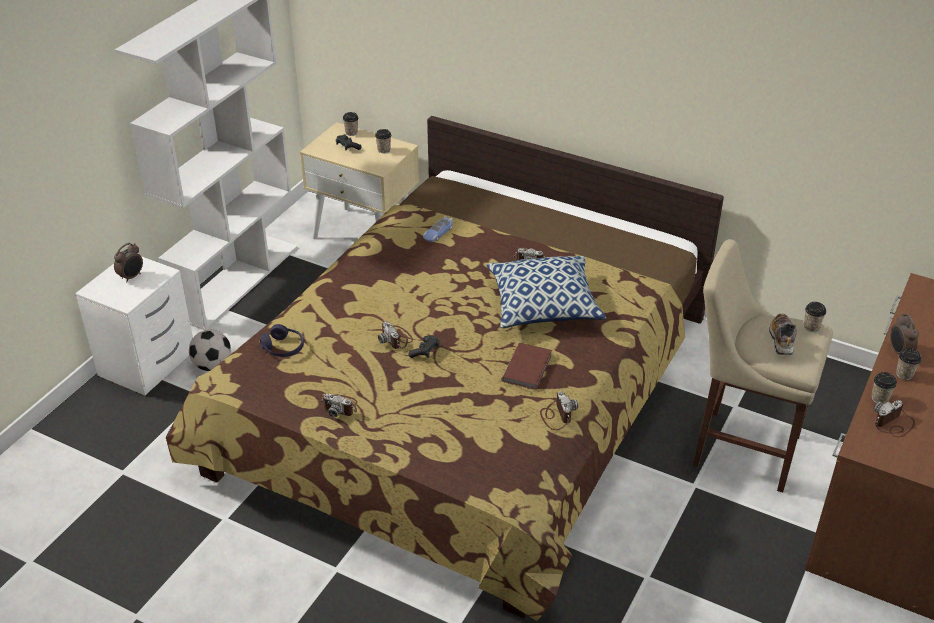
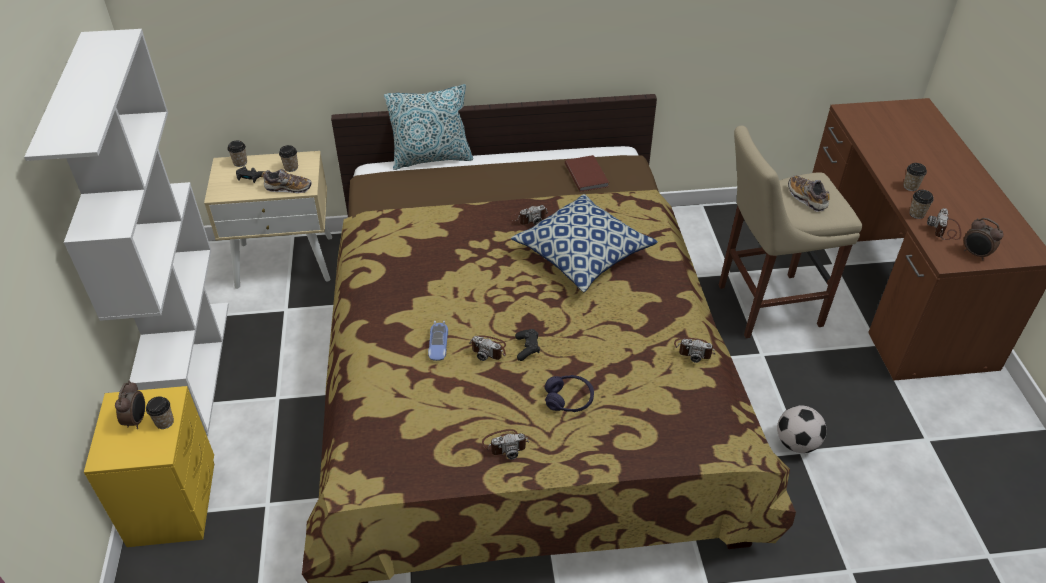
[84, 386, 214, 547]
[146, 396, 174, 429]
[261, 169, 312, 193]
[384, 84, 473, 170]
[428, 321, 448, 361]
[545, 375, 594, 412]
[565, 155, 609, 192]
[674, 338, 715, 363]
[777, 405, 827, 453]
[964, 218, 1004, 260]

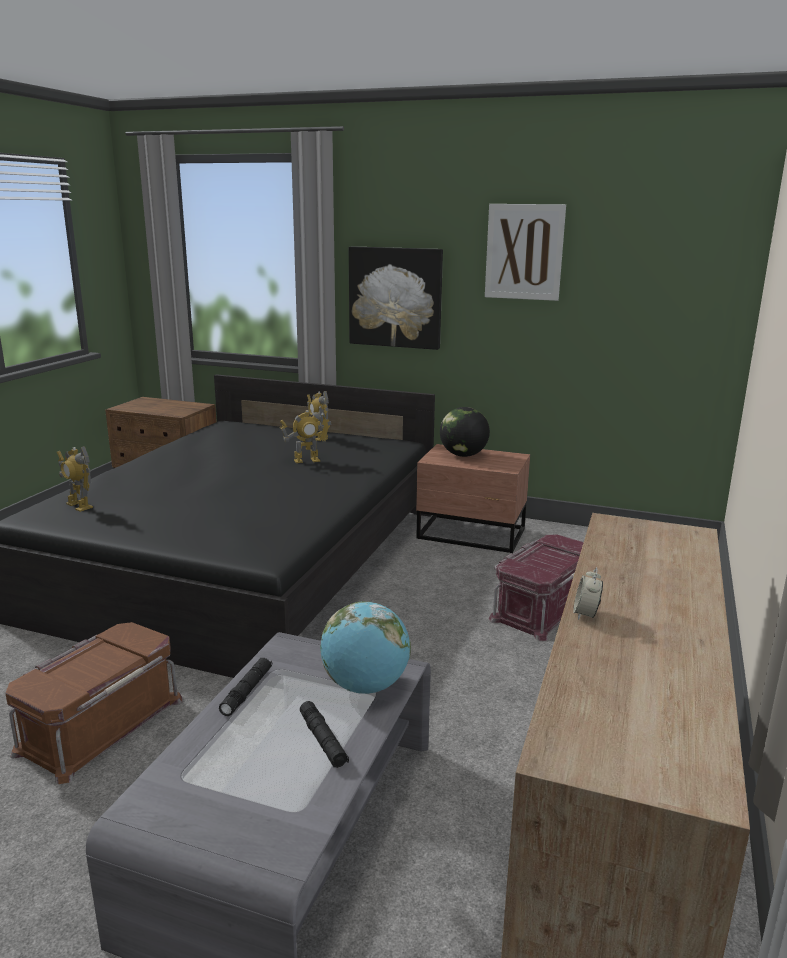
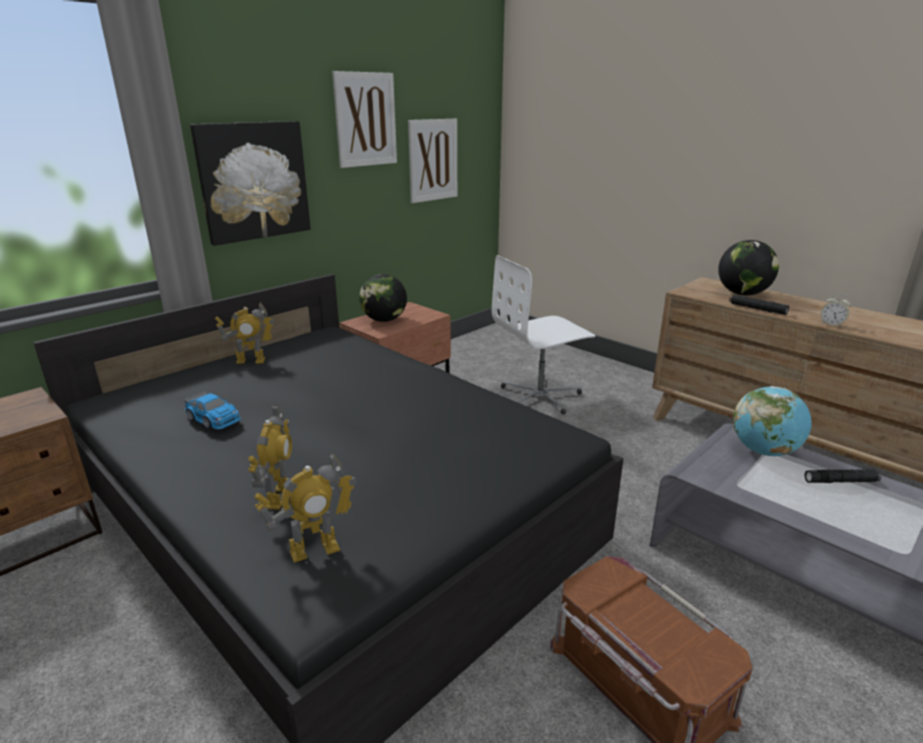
[184, 392, 241, 429]
[248, 405, 292, 510]
[408, 119, 457, 203]
[492, 255, 595, 414]
[718, 240, 779, 295]
[729, 295, 789, 315]

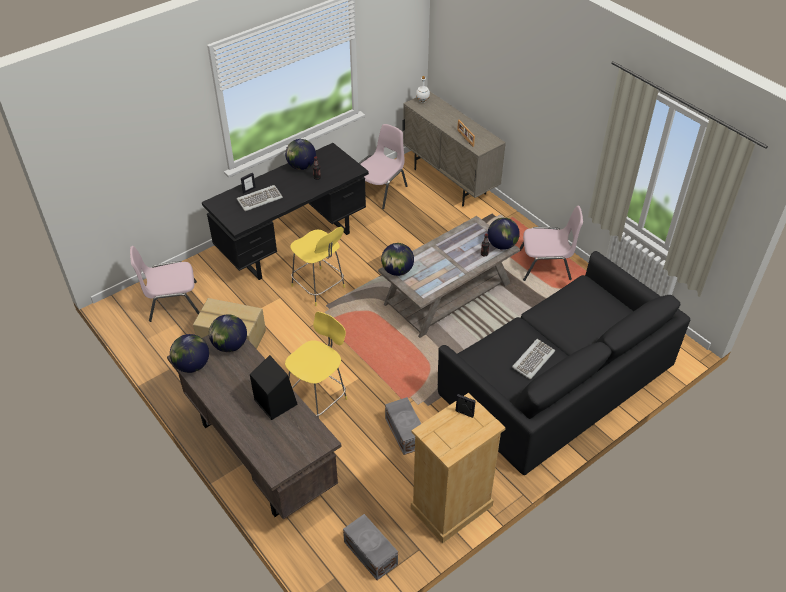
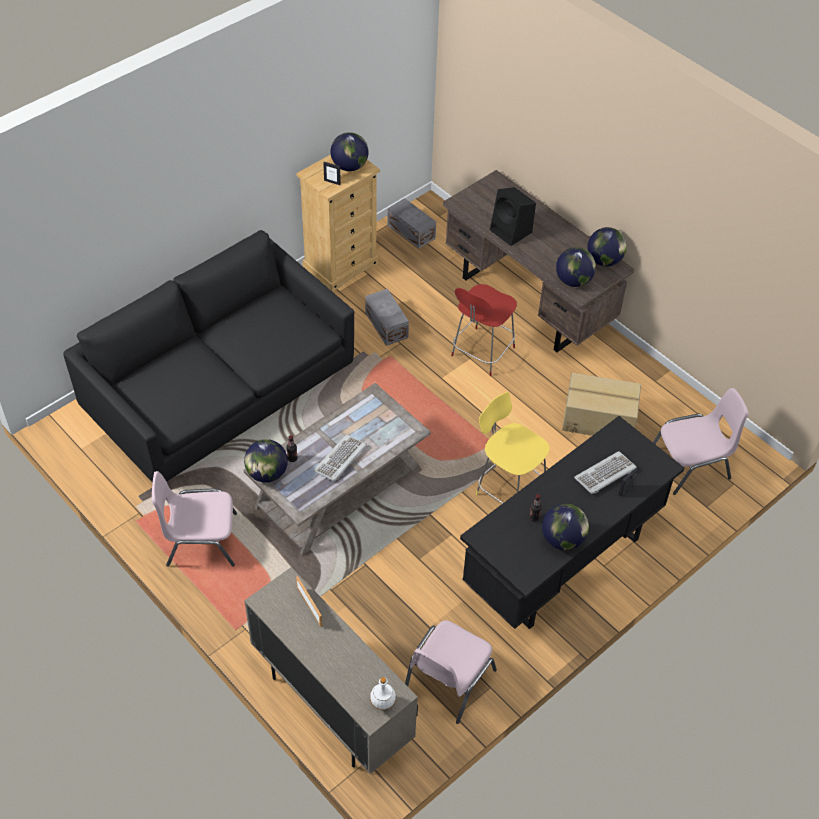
[313, 434, 367, 481]
[330, 132, 369, 171]
[451, 284, 517, 376]

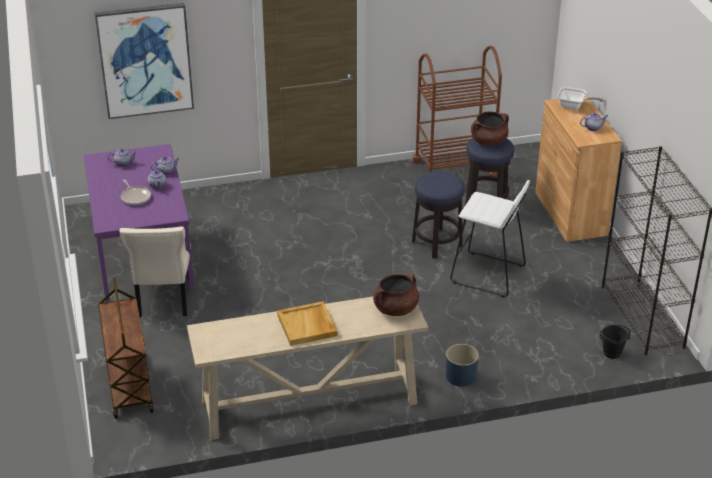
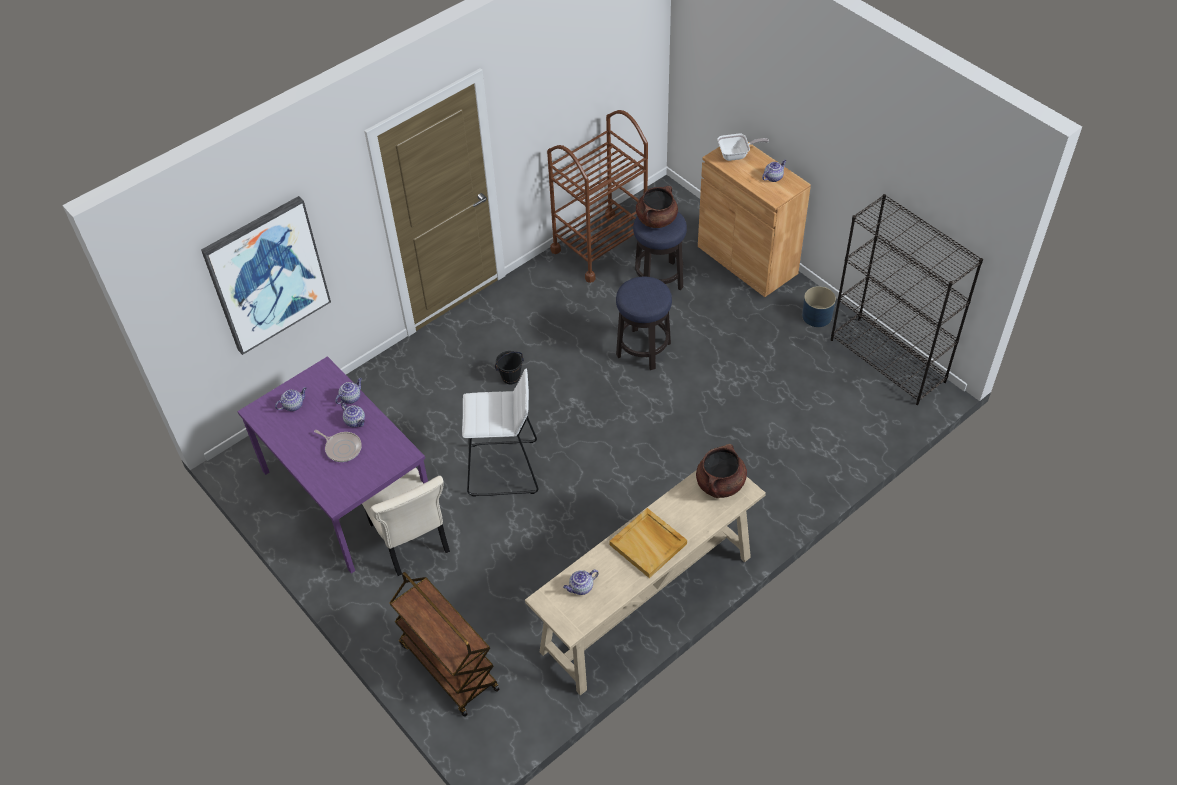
[462, 369, 538, 497]
[495, 351, 524, 385]
[563, 570, 599, 595]
[802, 286, 836, 327]

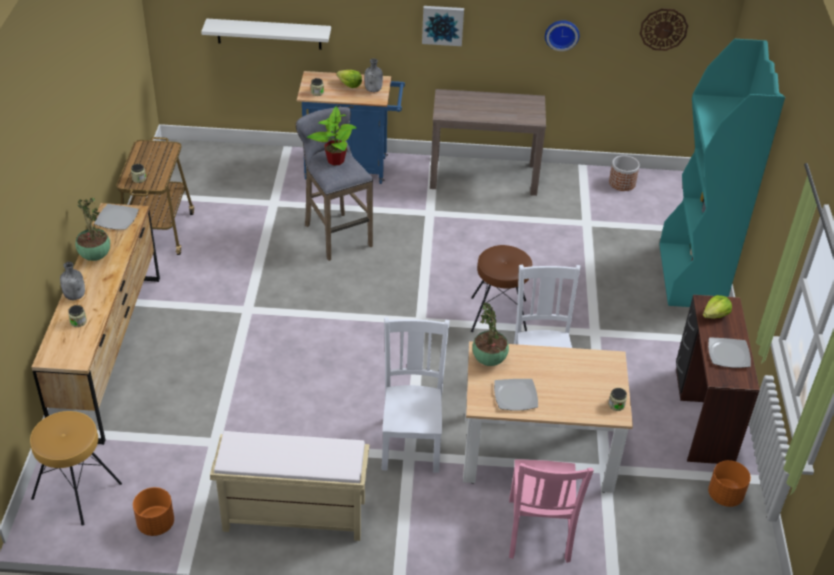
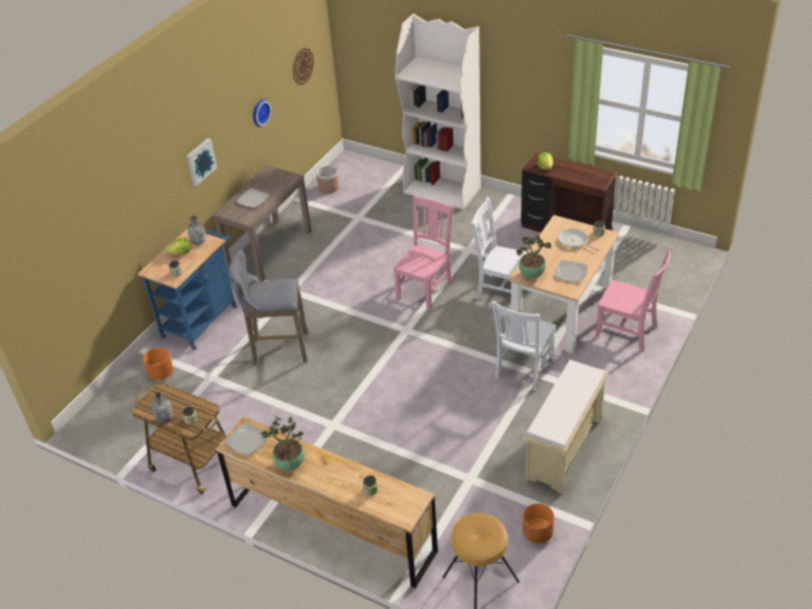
[143, 348, 173, 380]
[152, 392, 173, 423]
[236, 188, 270, 208]
[393, 194, 453, 310]
[395, 14, 481, 210]
[492, 301, 556, 391]
[558, 229, 599, 251]
[201, 18, 331, 50] (first image)
[307, 106, 357, 166] (first image)

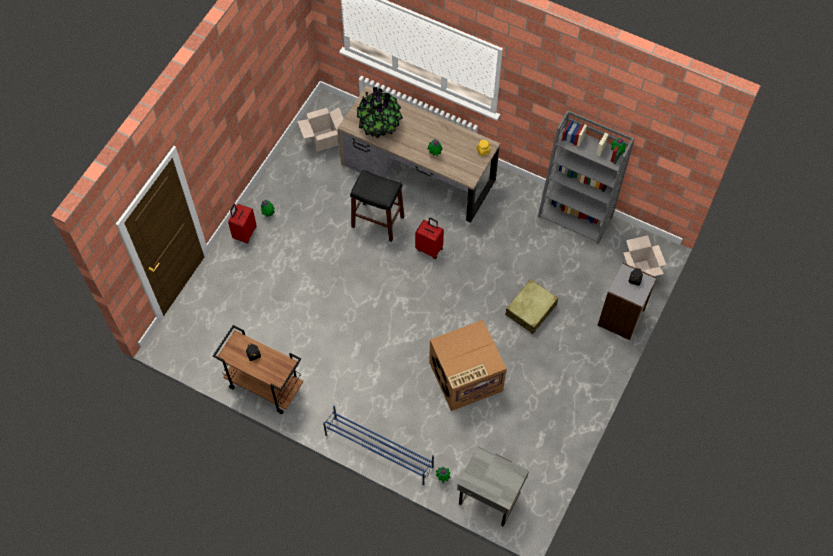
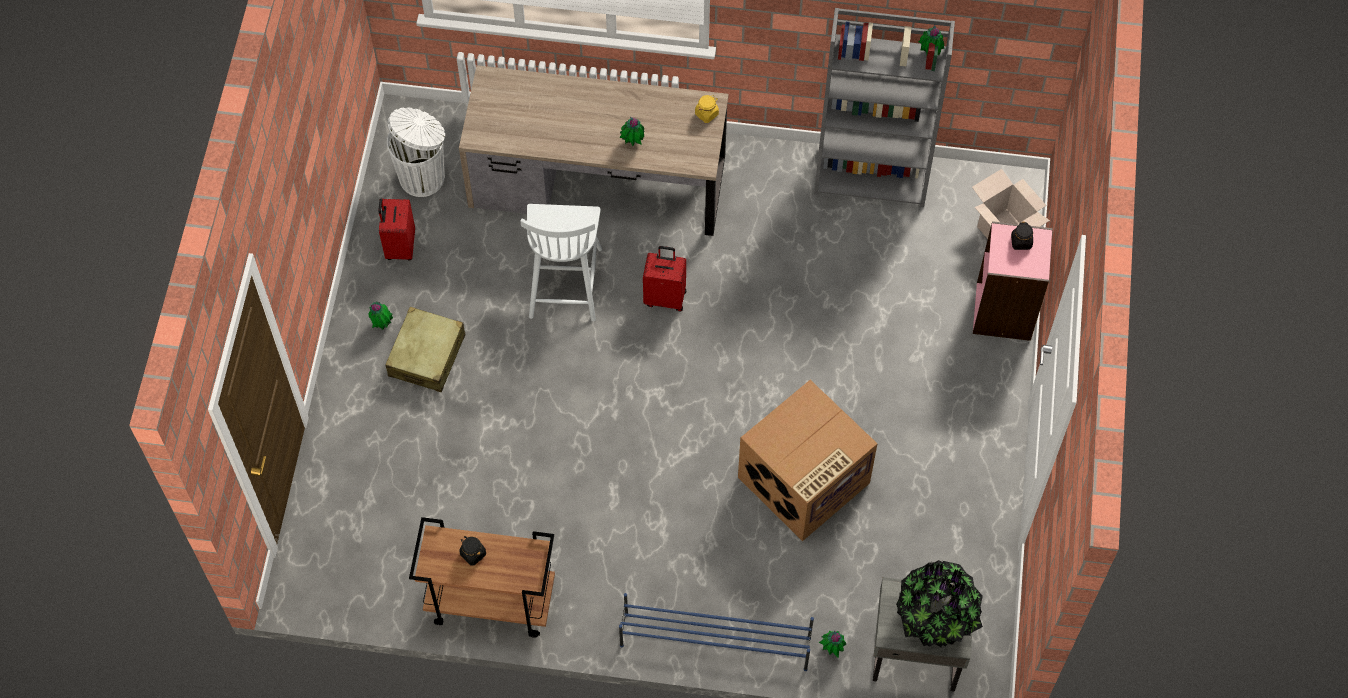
[378, 199, 415, 261]
[385, 307, 465, 392]
[387, 107, 445, 197]
[520, 204, 602, 321]
[896, 560, 983, 647]
[973, 221, 1053, 341]

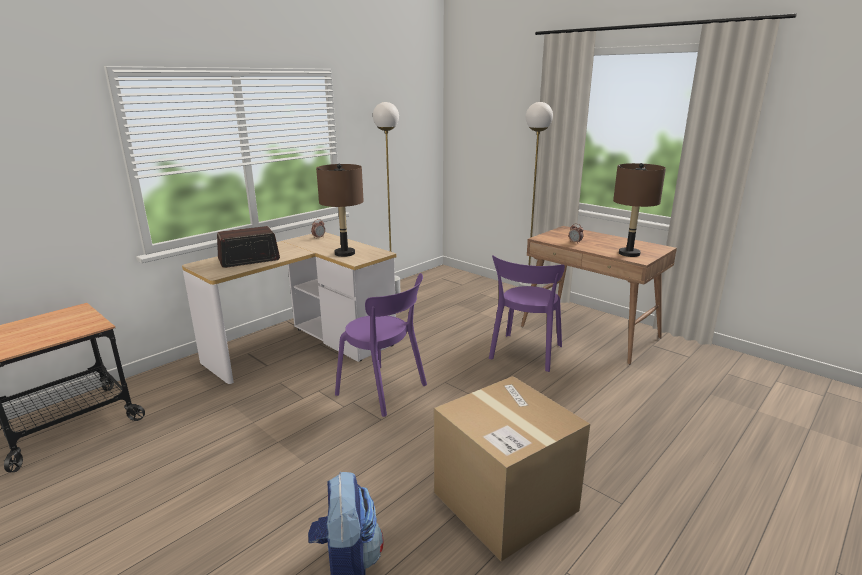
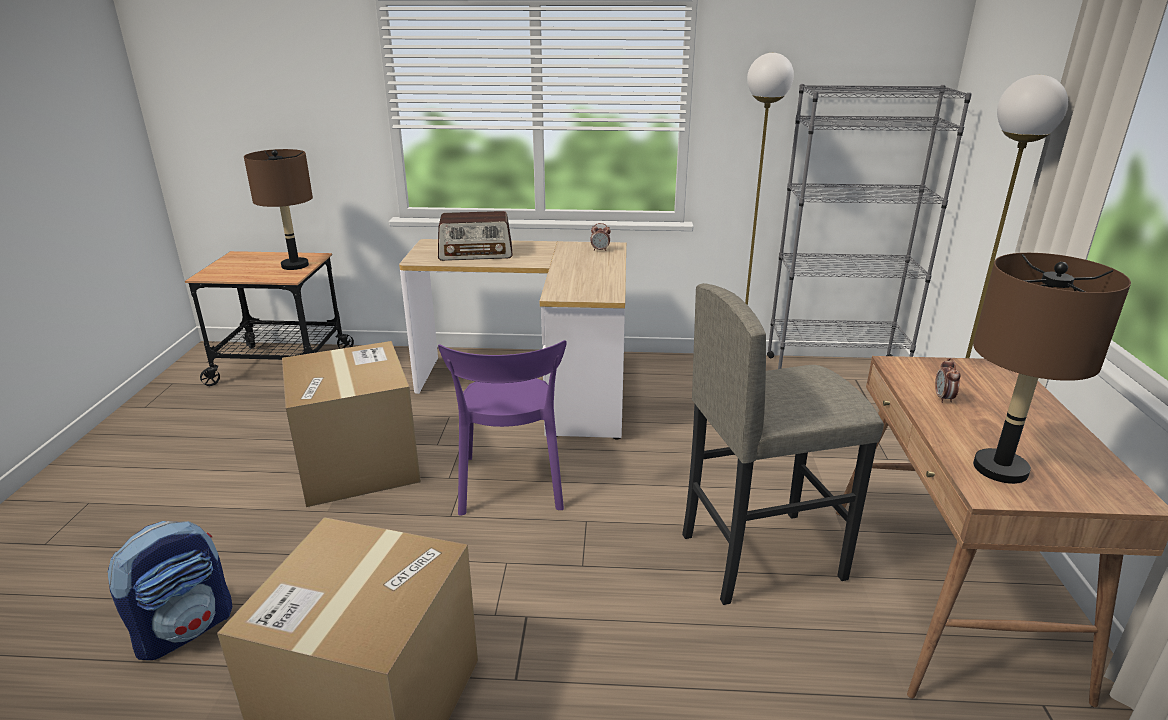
[244, 149, 313, 270]
[282, 341, 421, 507]
[438, 211, 513, 261]
[682, 283, 884, 605]
[767, 84, 972, 369]

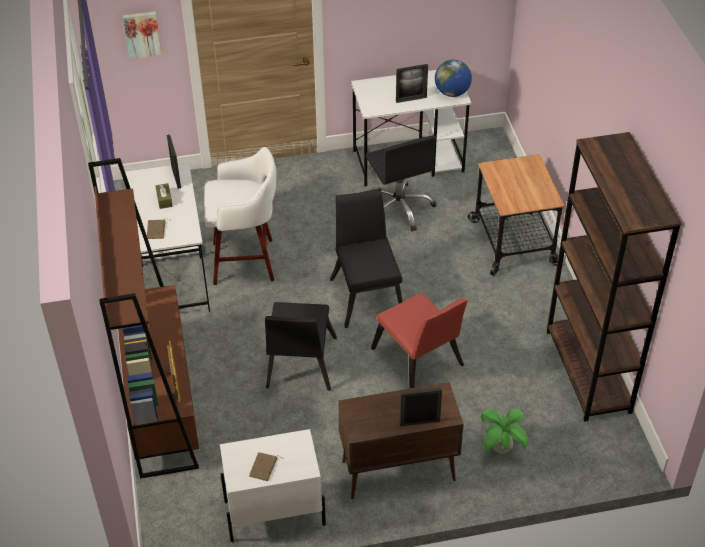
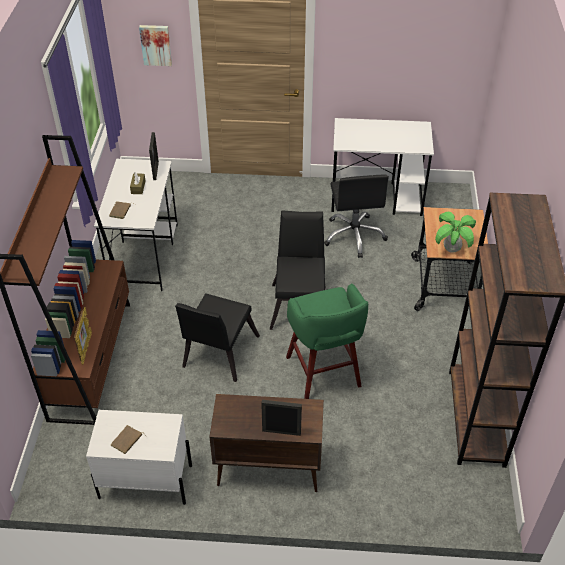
[286, 283, 368, 399]
[435, 212, 476, 253]
[204, 147, 276, 285] (first image)
[396, 64, 428, 103] (first image)
[435, 60, 472, 97] (first image)

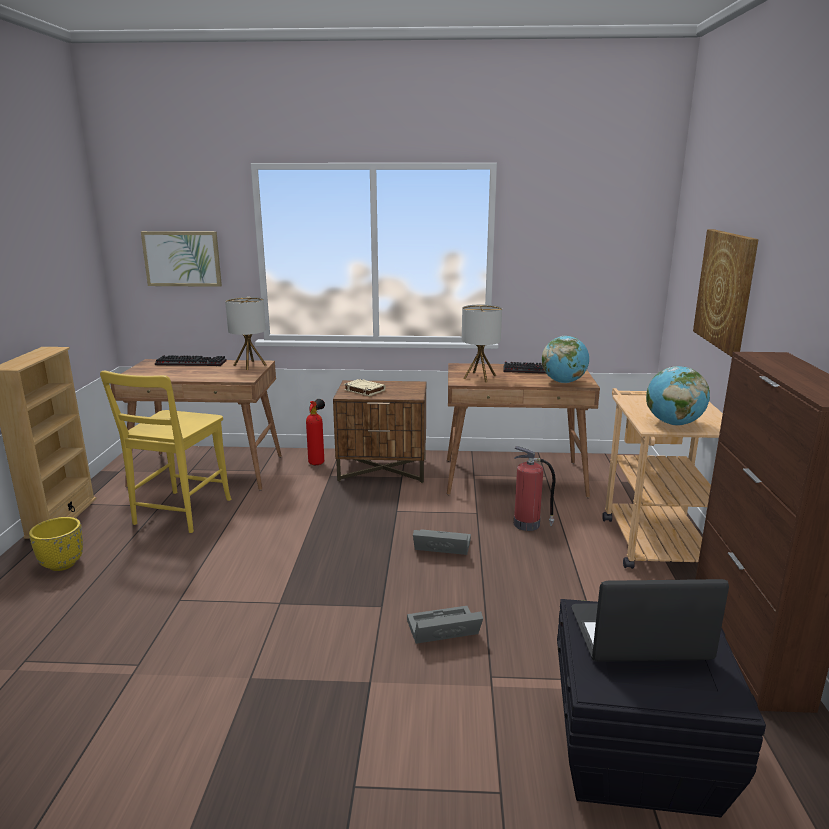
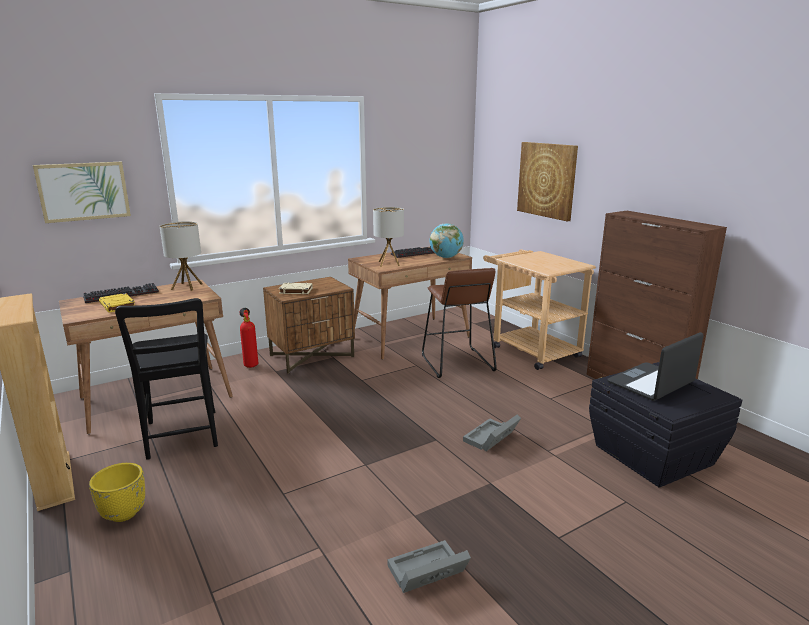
[99, 293, 135, 313]
[115, 298, 218, 460]
[387, 540, 471, 593]
[422, 268, 497, 378]
[646, 366, 710, 425] (first image)

